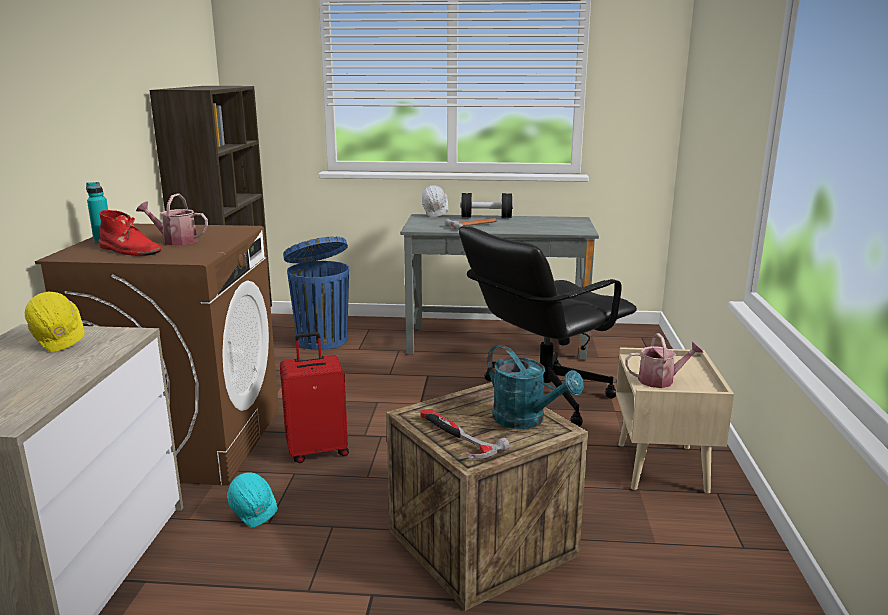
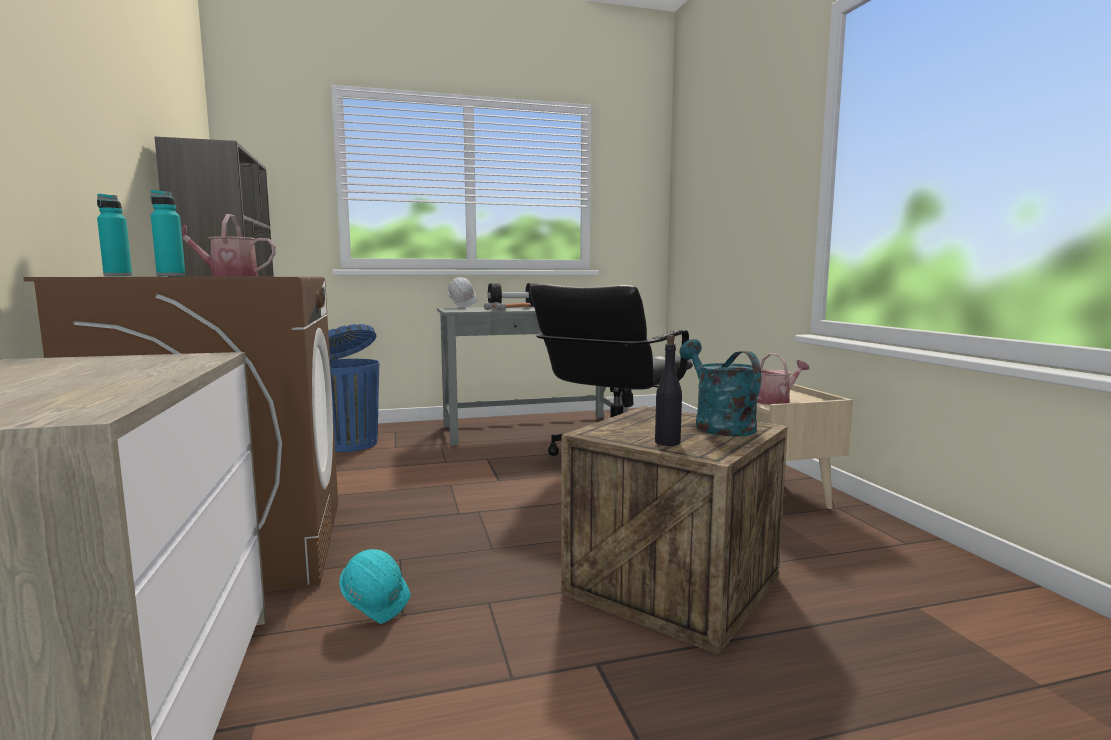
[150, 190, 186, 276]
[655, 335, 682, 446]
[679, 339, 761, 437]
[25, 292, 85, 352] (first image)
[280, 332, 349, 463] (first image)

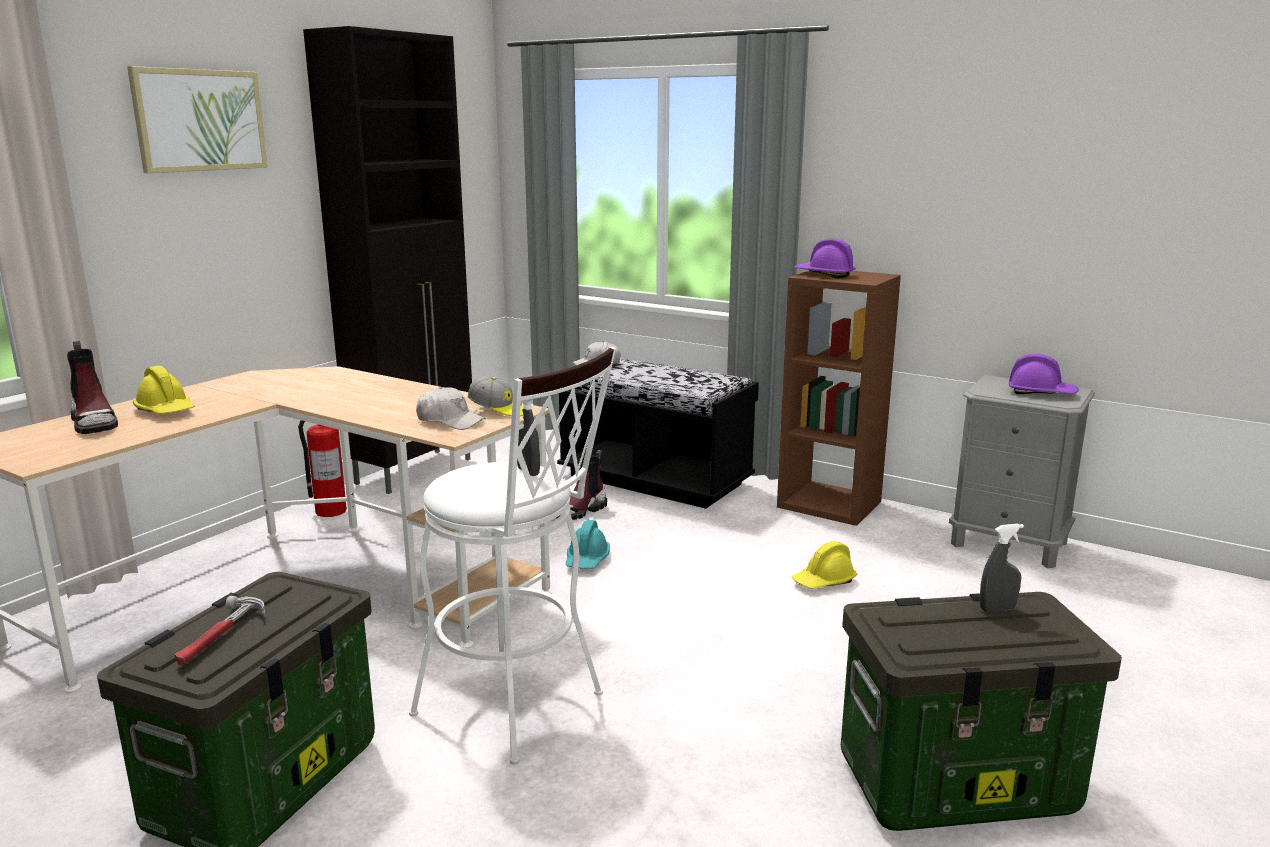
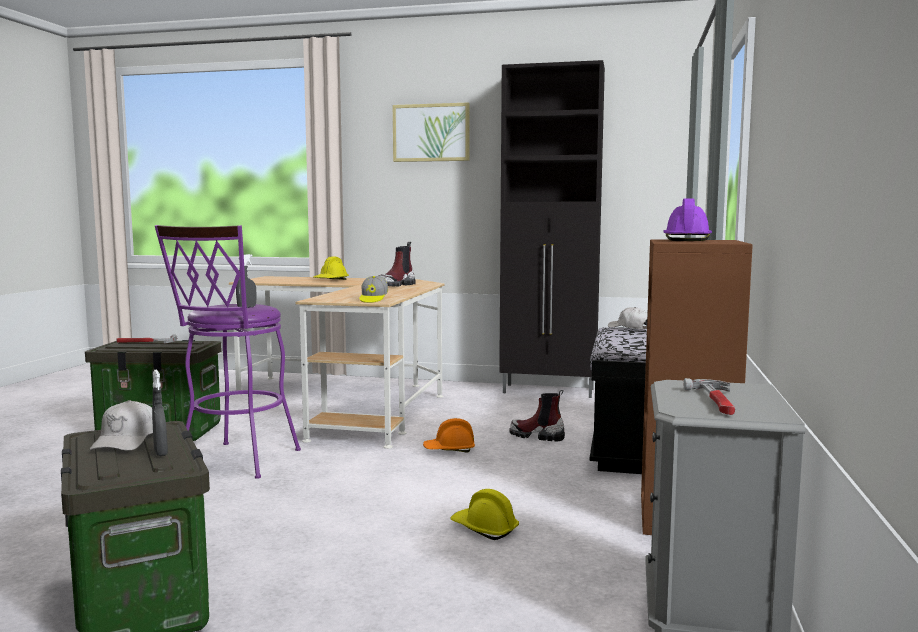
[90, 400, 153, 451]
[155, 225, 301, 479]
[378, 242, 415, 287]
[423, 418, 475, 452]
[684, 378, 735, 415]
[298, 420, 347, 517] (first image)

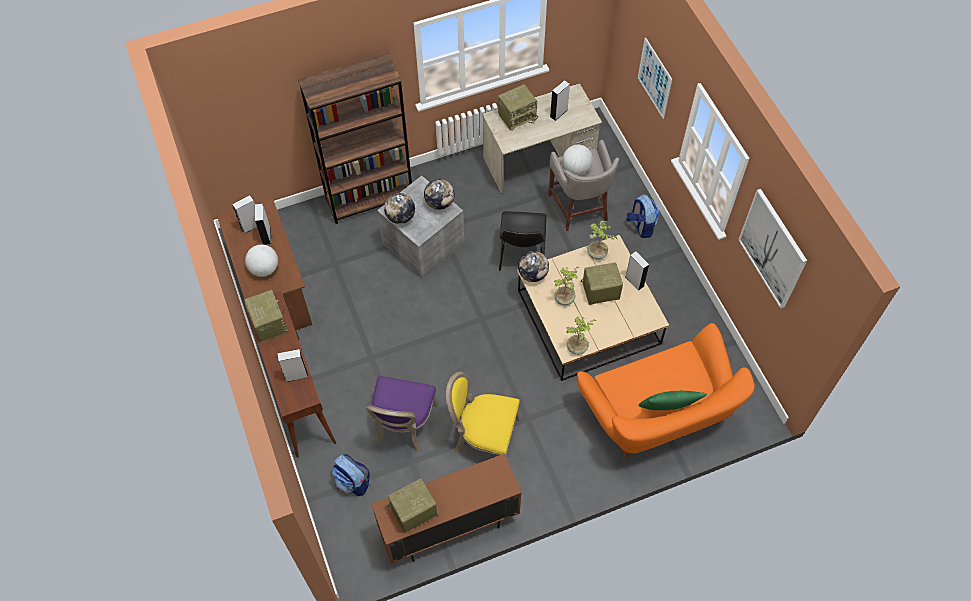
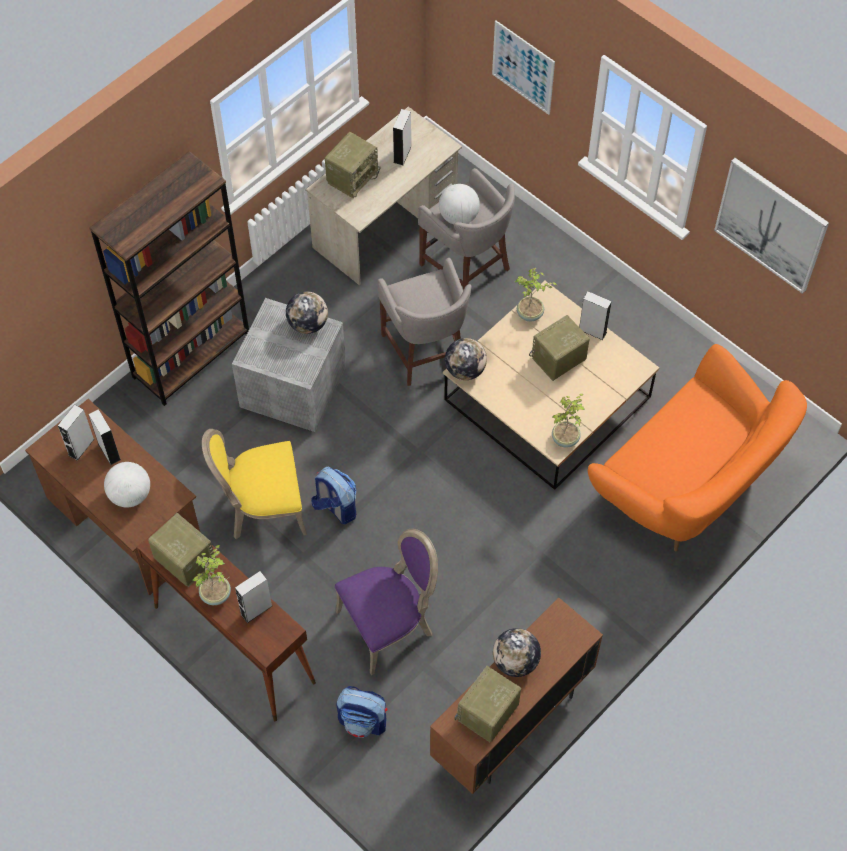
[192, 545, 231, 605]
[202, 429, 307, 539]
[311, 467, 356, 524]
[335, 529, 438, 675]
[378, 258, 472, 386]
[493, 628, 541, 677]
[638, 391, 707, 410] (first image)

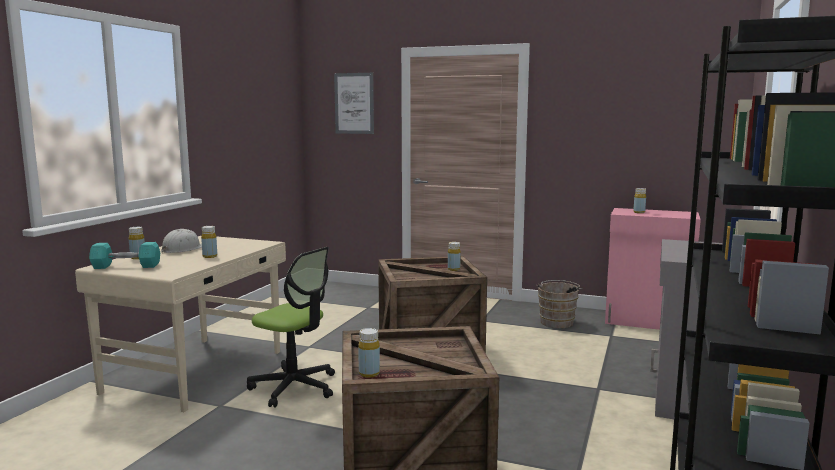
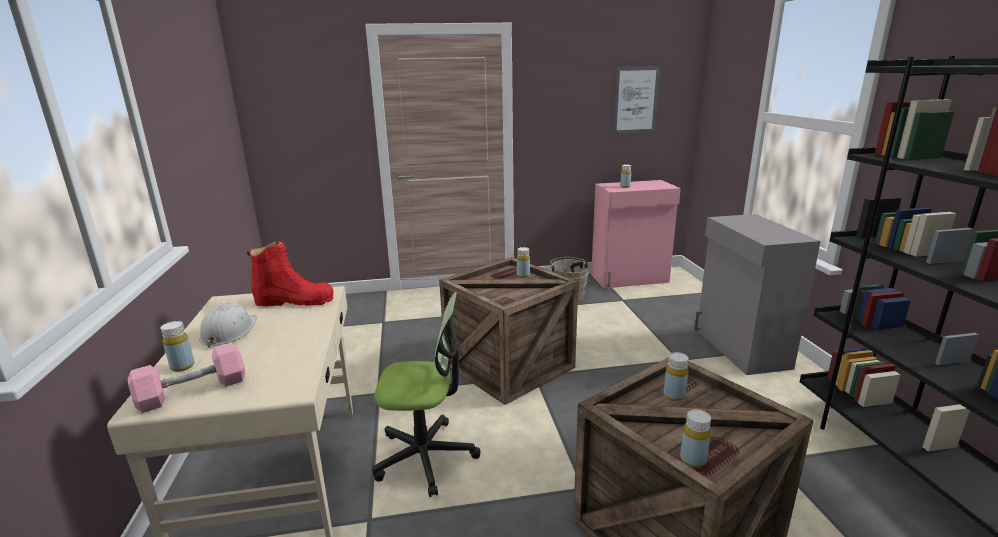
[128, 343, 245, 413]
[247, 240, 334, 306]
[612, 66, 660, 134]
[664, 352, 689, 401]

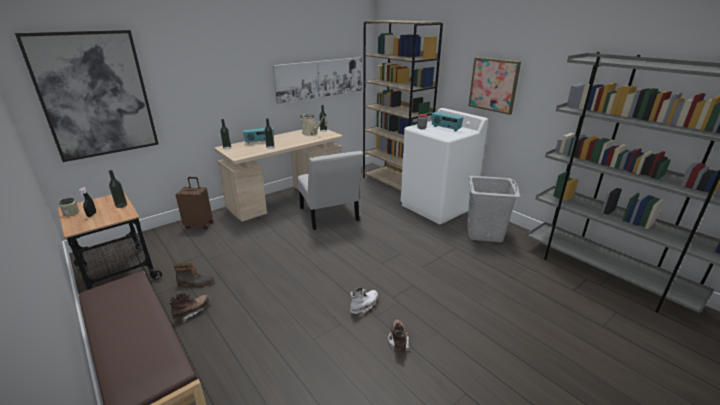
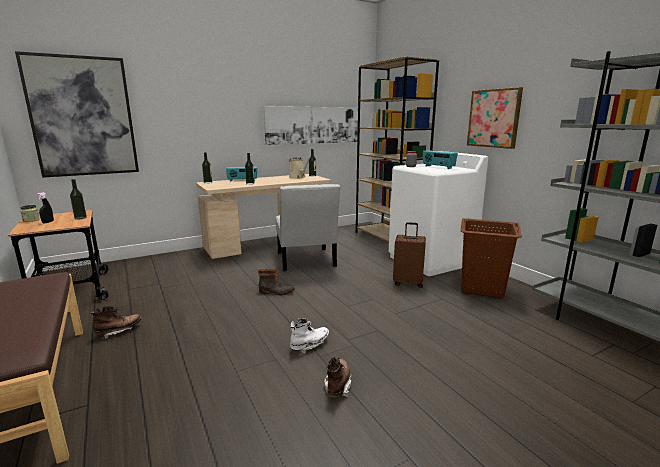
[259, 269, 295, 295]
[393, 222, 426, 288]
[460, 218, 522, 298]

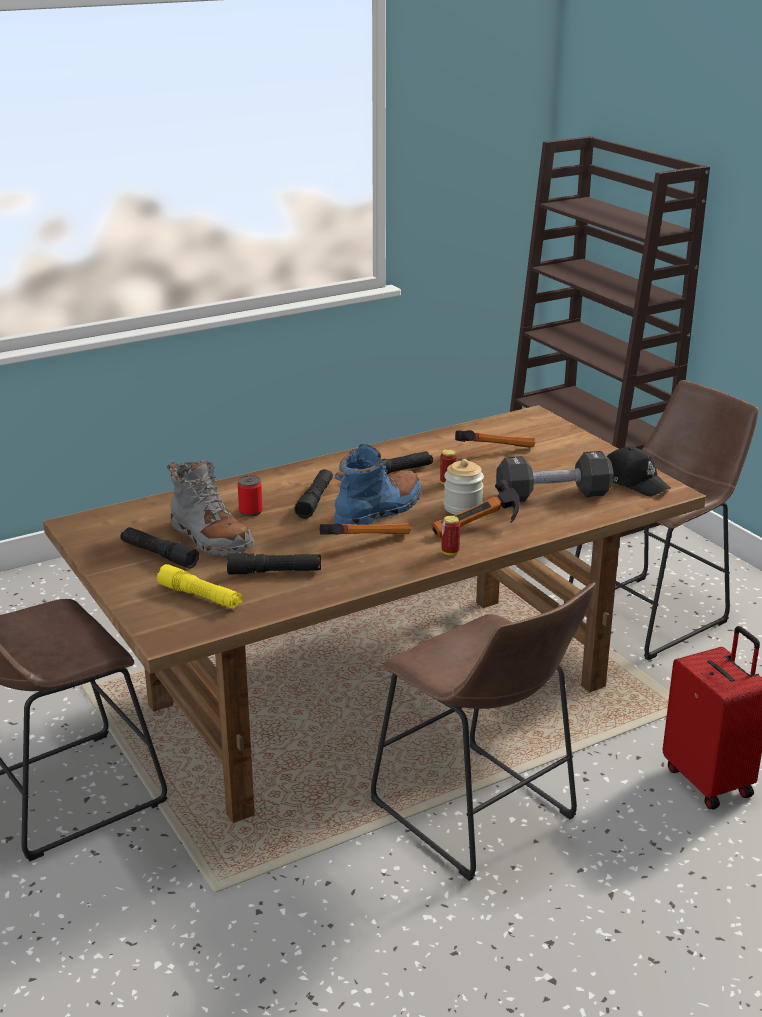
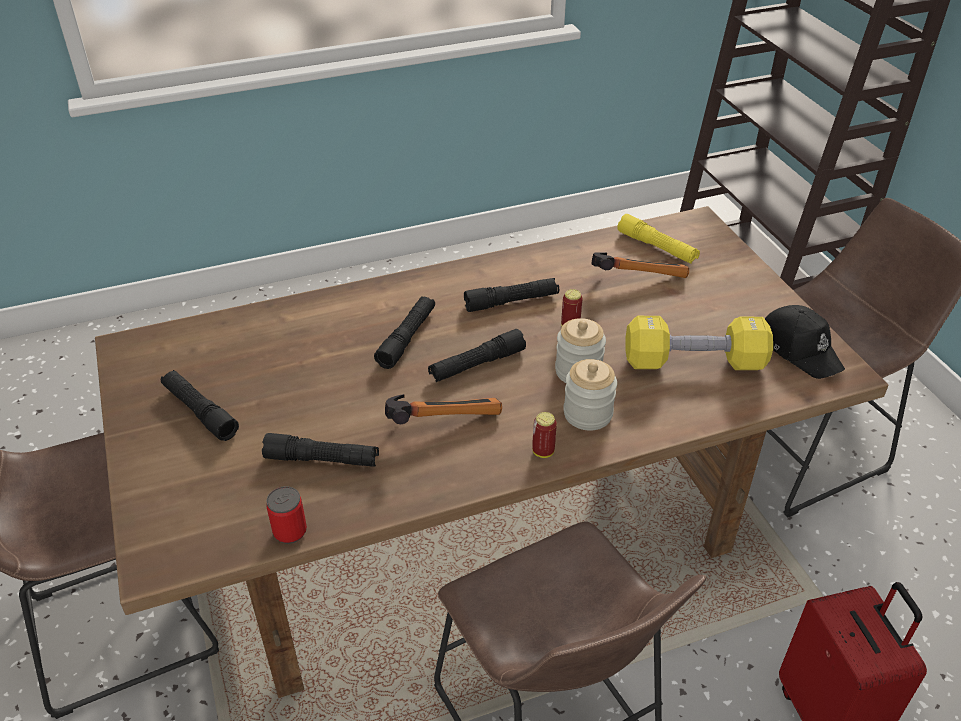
[266, 486, 307, 544]
[428, 329, 526, 382]
[563, 359, 617, 431]
[617, 214, 700, 263]
[626, 316, 773, 370]
[167, 460, 255, 556] (first image)

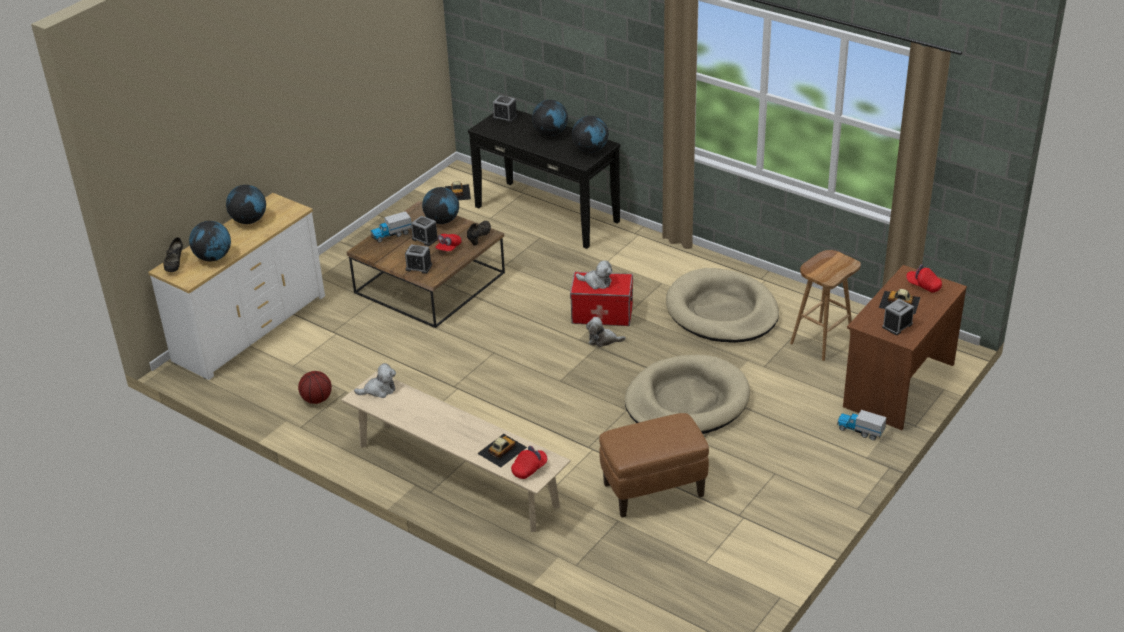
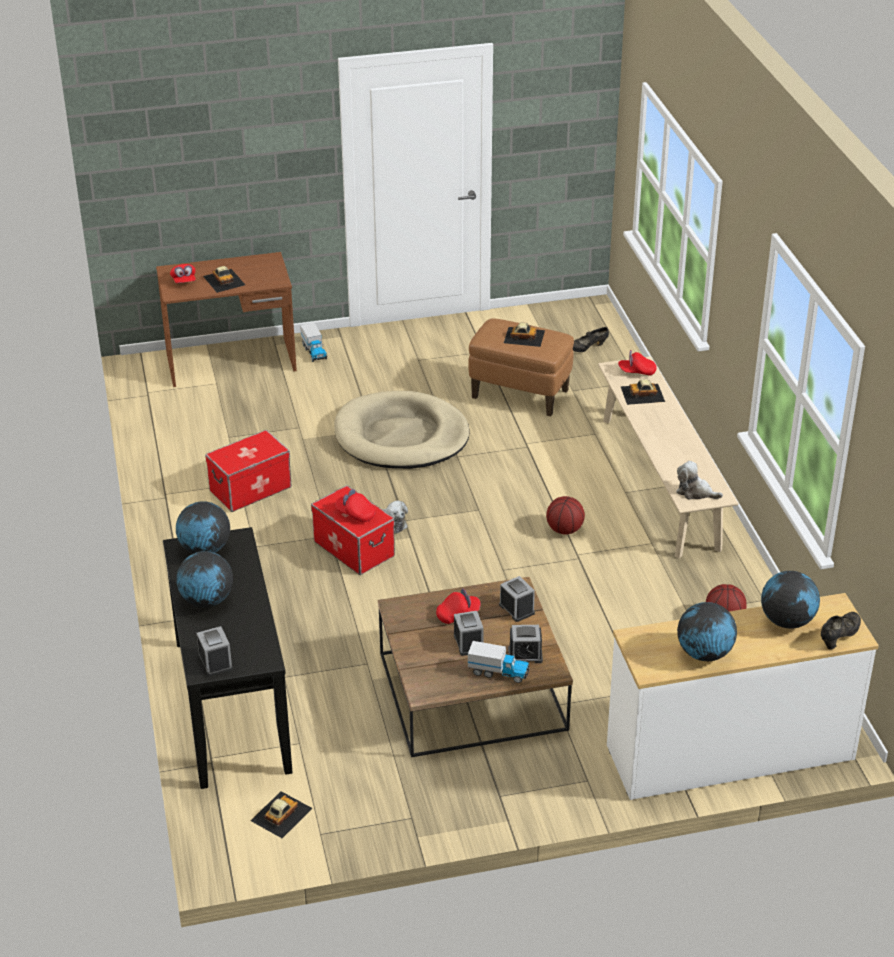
[205, 430, 292, 512]
[336, 489, 375, 523]
[504, 323, 545, 347]
[508, 625, 543, 663]
[546, 496, 585, 535]
[573, 327, 609, 352]
[422, 187, 459, 224] (first image)
[790, 250, 861, 361] (first image)

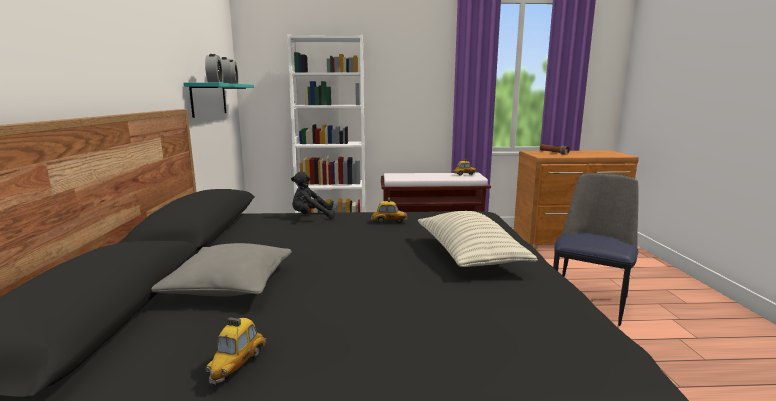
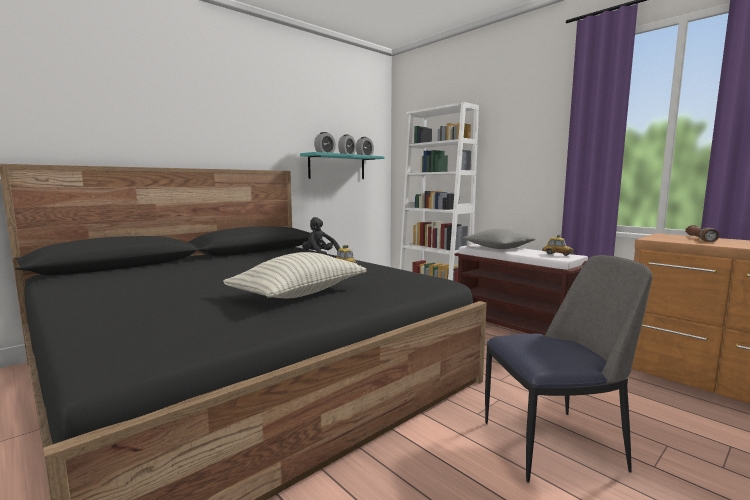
[463, 229, 536, 249]
[205, 317, 266, 384] (first image)

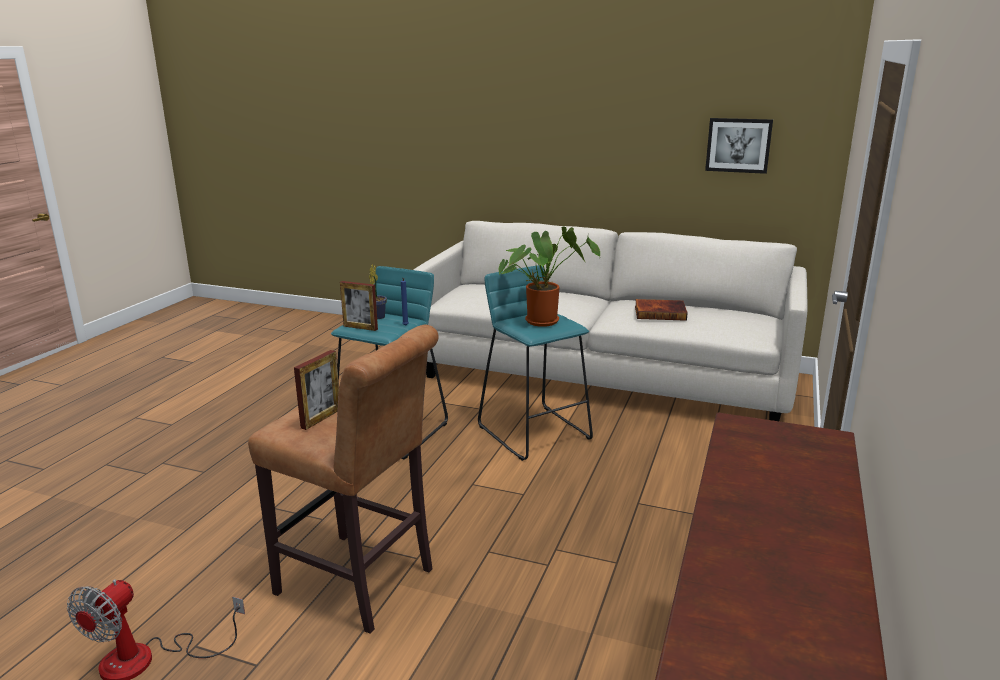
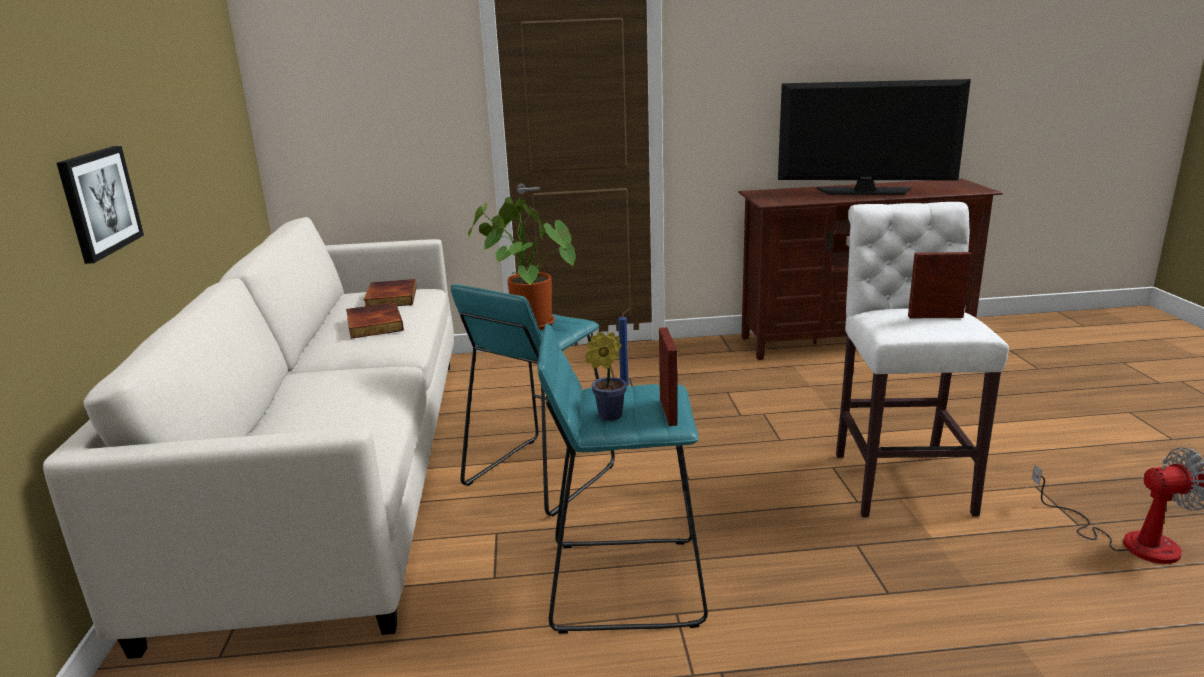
[57, 146, 144, 264]
[364, 279, 417, 306]
[778, 79, 971, 195]
[836, 202, 1009, 517]

